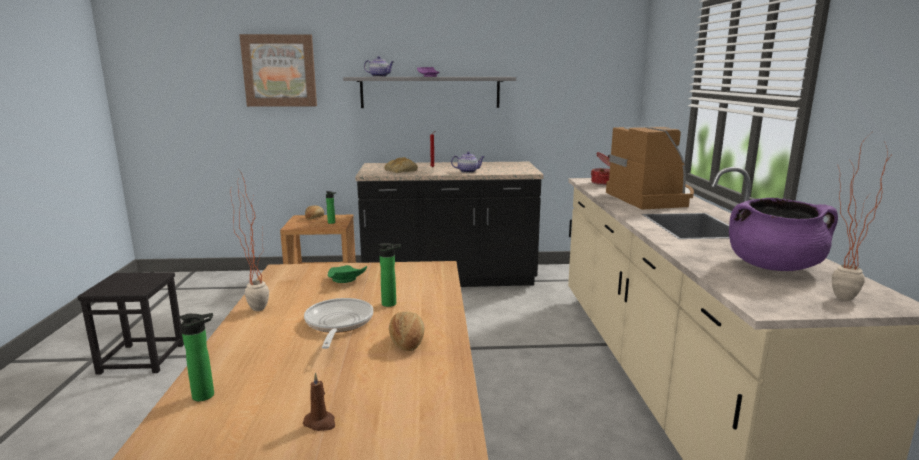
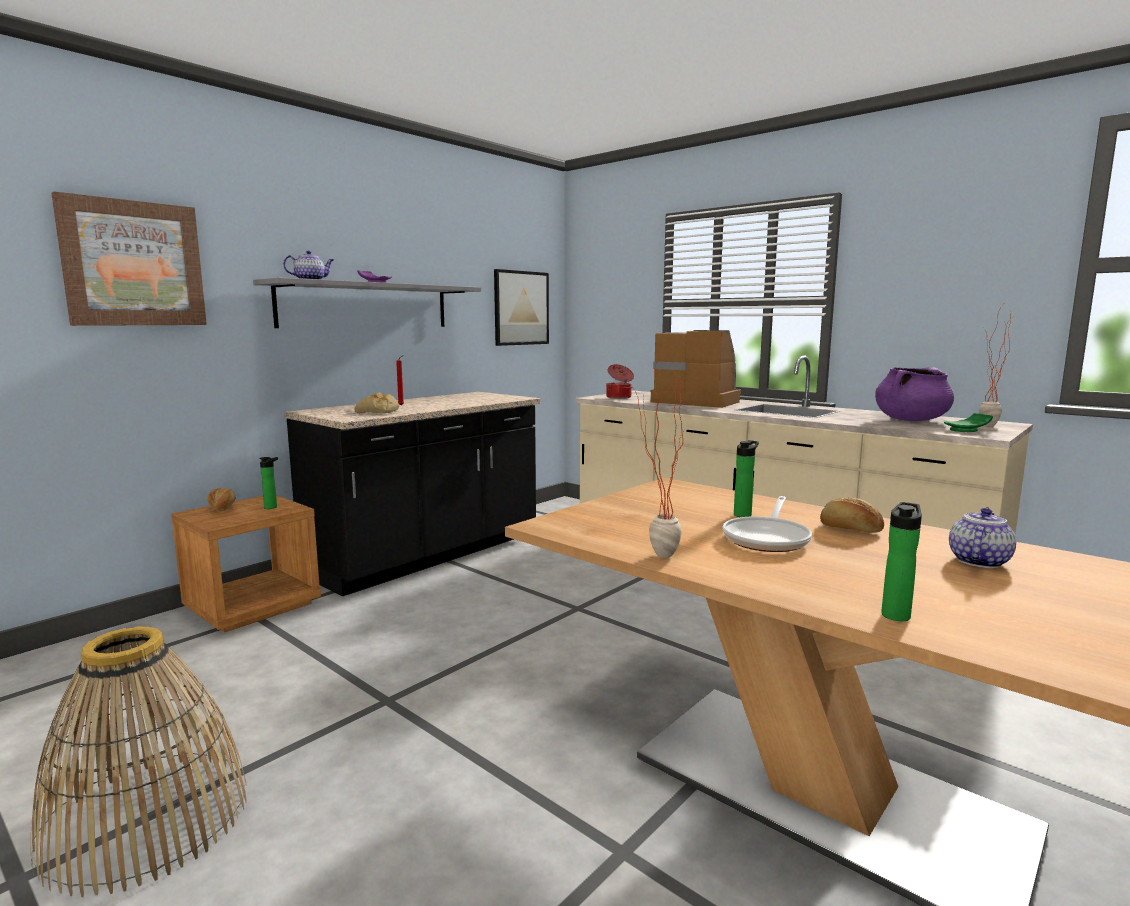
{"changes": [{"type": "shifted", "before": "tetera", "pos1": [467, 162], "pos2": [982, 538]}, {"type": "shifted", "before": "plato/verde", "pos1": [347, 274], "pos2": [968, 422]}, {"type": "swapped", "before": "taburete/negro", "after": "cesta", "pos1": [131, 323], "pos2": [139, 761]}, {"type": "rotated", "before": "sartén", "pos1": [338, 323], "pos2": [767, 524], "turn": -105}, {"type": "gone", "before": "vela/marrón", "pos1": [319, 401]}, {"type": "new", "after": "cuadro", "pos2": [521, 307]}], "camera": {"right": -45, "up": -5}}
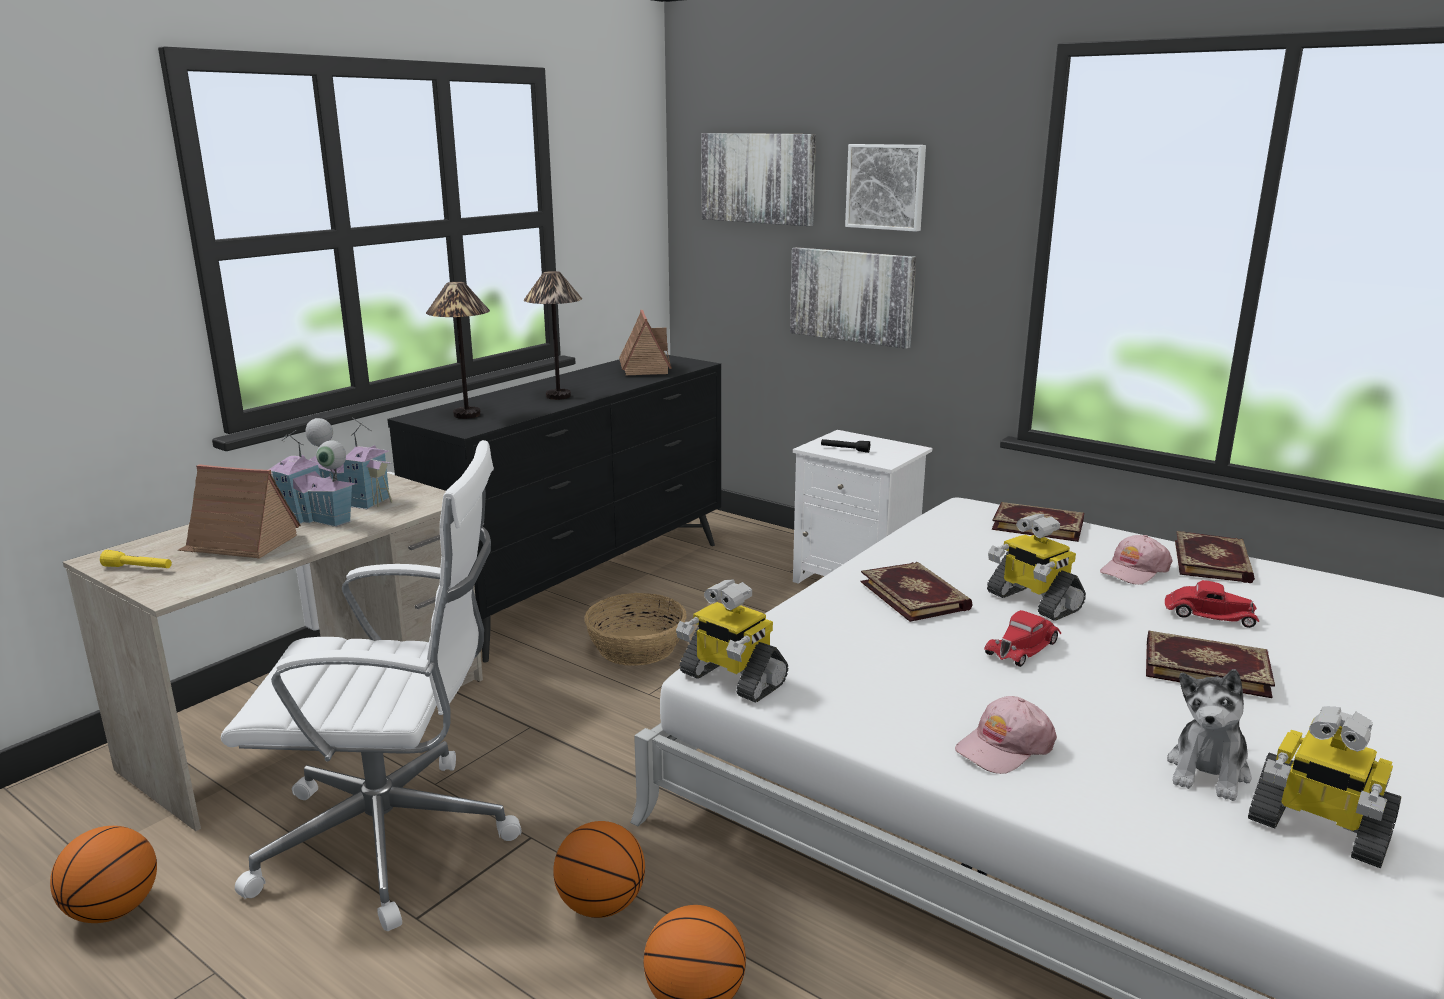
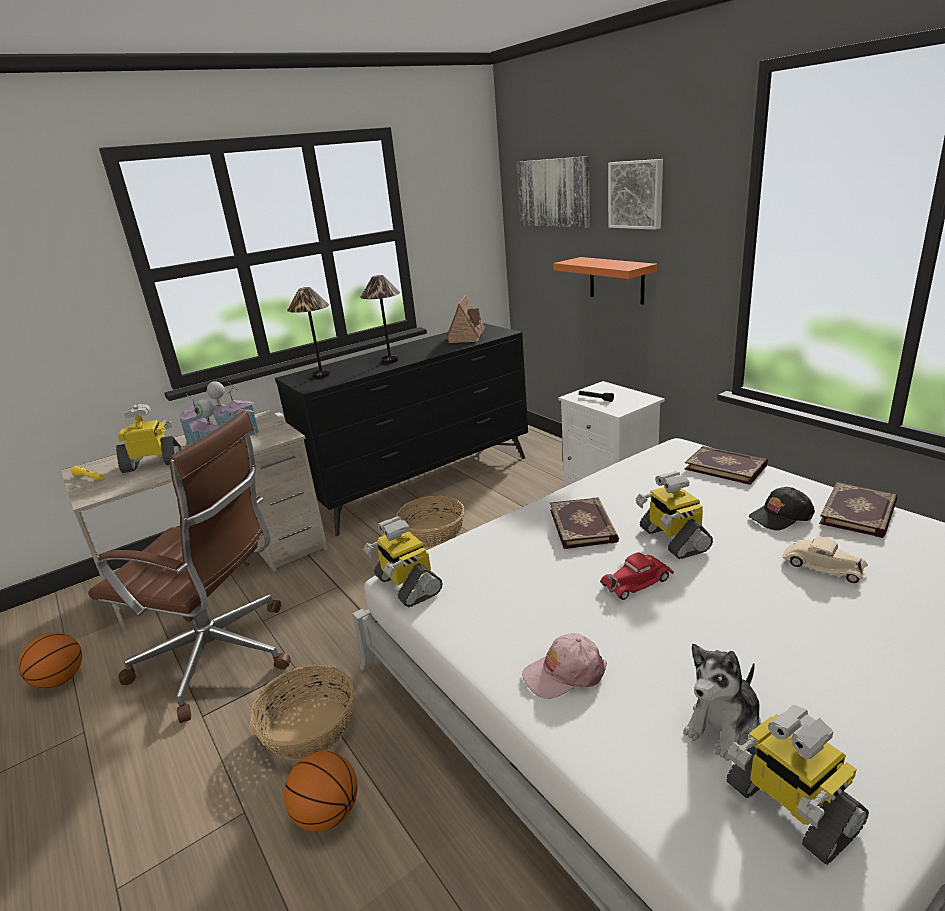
{"changes": [{"type": "swapped", "before": "cuadro", "after": "estante/naranja", "pos1": [853, 298], "pos2": [605, 280]}, {"type": "repainted", "before": "silla de oficina/blanco", "after": "silla de oficina/marrón", "pos1": [371, 685], "pos2": [189, 567]}, {"type": "swapped", "before": "casita", "after": "robot de juguete", "pos1": [239, 511], "pos2": [148, 438]}, {"type": "repainted", "before": "gorra/rosa", "after": "gorra/negro", "pos1": [1136, 560], "pos2": [782, 508]}, {"type": "repainted", "before": "coche de juguete/rojo", "after": "coche de juguete/beis", "pos1": [1212, 604], "pos2": [825, 559]}, {"type": "gone", "before": "libro", "pos1": [1210, 664]}, {"type": "swapped", "before": "balón de baloncesto", "after": "cesta", "pos1": [599, 869], "pos2": [301, 712]}], "camera": {"right": 20, "up": 5}}
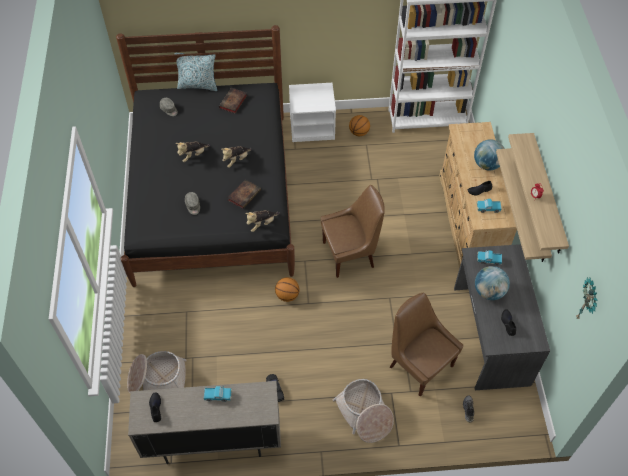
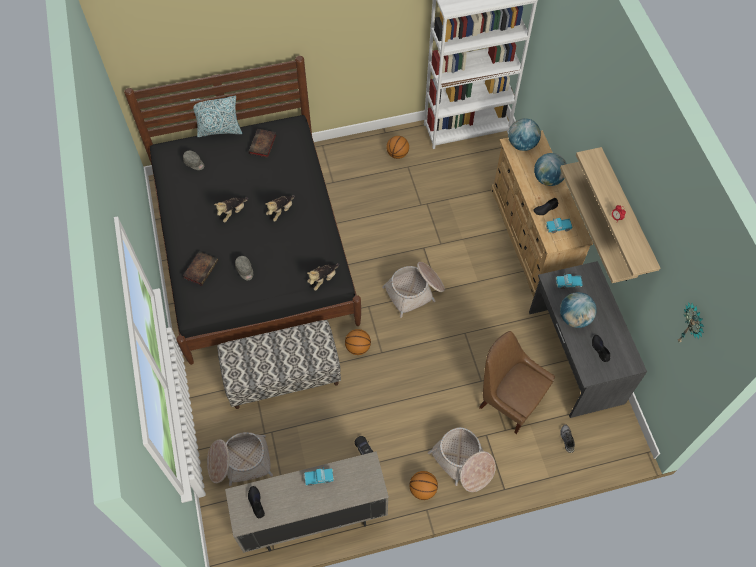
{"changes": [{"type": "gone", "before": "mesita de noche/blanco", "pos1": [312, 112]}, {"type": "shifted", "before": "libro", "pos1": [244, 194], "pos2": [200, 268]}, {"type": "swapped", "before": "silla/marrón", "after": "cesta", "pos1": [353, 231], "pos2": [413, 290]}, {"type": "new", "after": "globo terráqueo", "pos2": [524, 134]}, {"type": "new", "after": "banco", "pos2": [279, 364]}, {"type": "new", "after": "balón de baloncesto", "pos2": [423, 485]}], "camera": {"right": -10, "up": 5}}
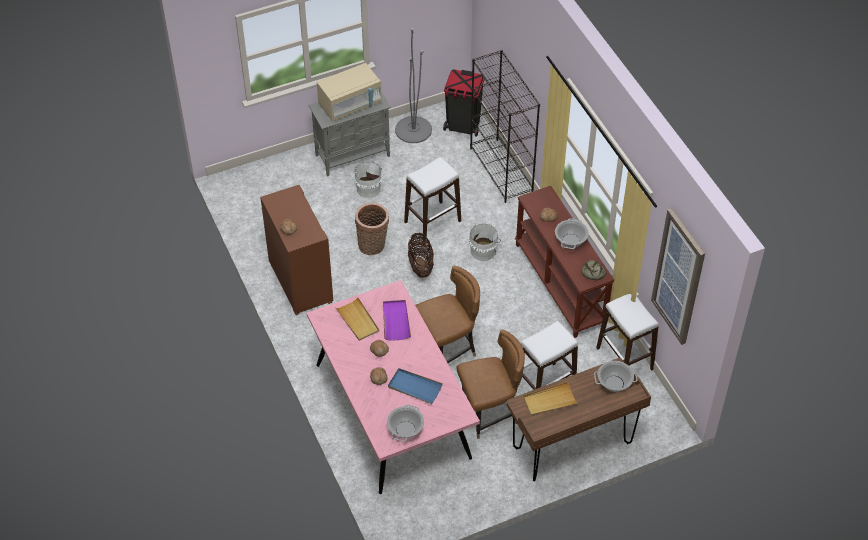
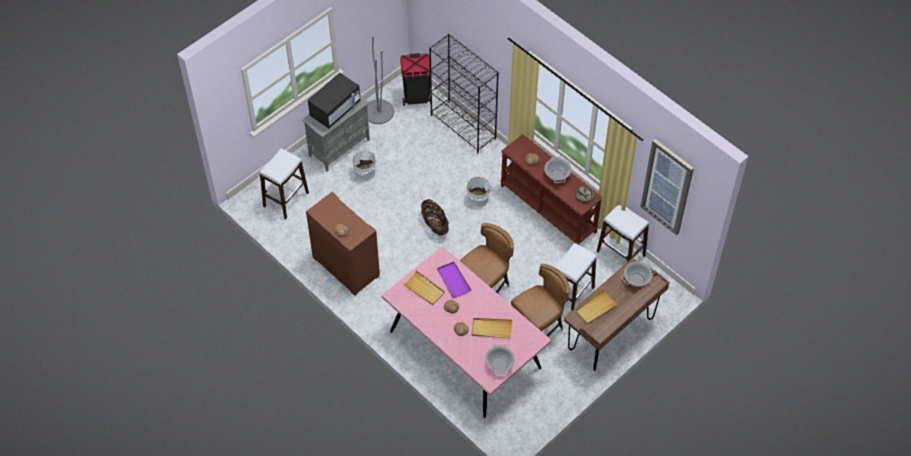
{"changes": [{"type": "repainted", "before": "microondas/beis", "after": "microondas/negro", "pos1": [349, 92], "pos2": [334, 101]}, {"type": "shifted", "before": "taburete/blanco", "pos1": [432, 198], "pos2": [284, 183]}, {"type": "gone", "before": "cesta", "pos1": [372, 229]}, {"type": "repainted", "before": "bandeja/azul", "after": "bandeja/beis", "pos1": [415, 386], "pos2": [492, 328]}], "camera": {"right": -20, "up": 5}}
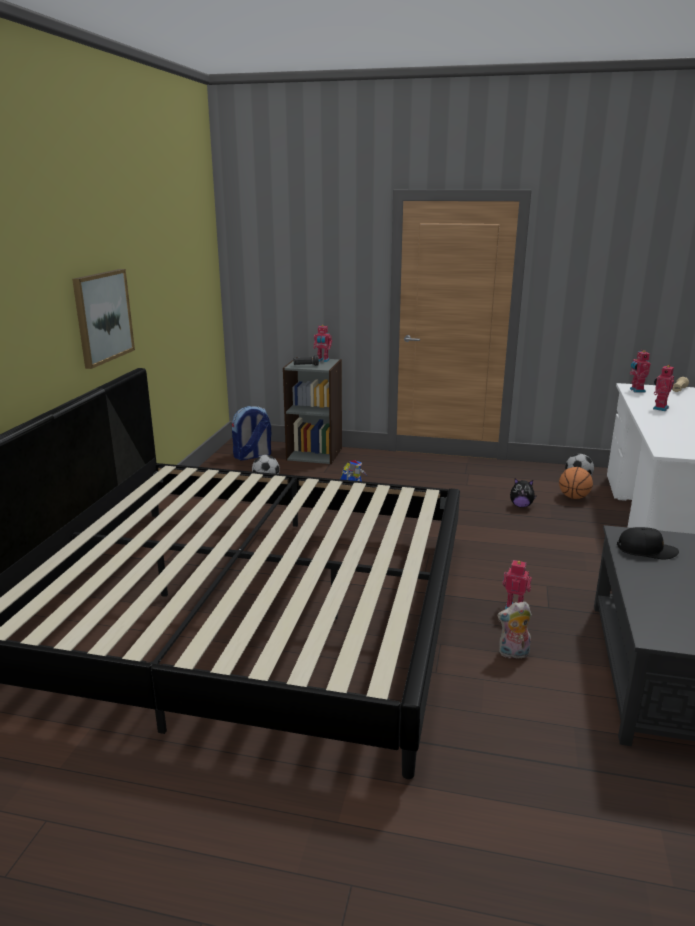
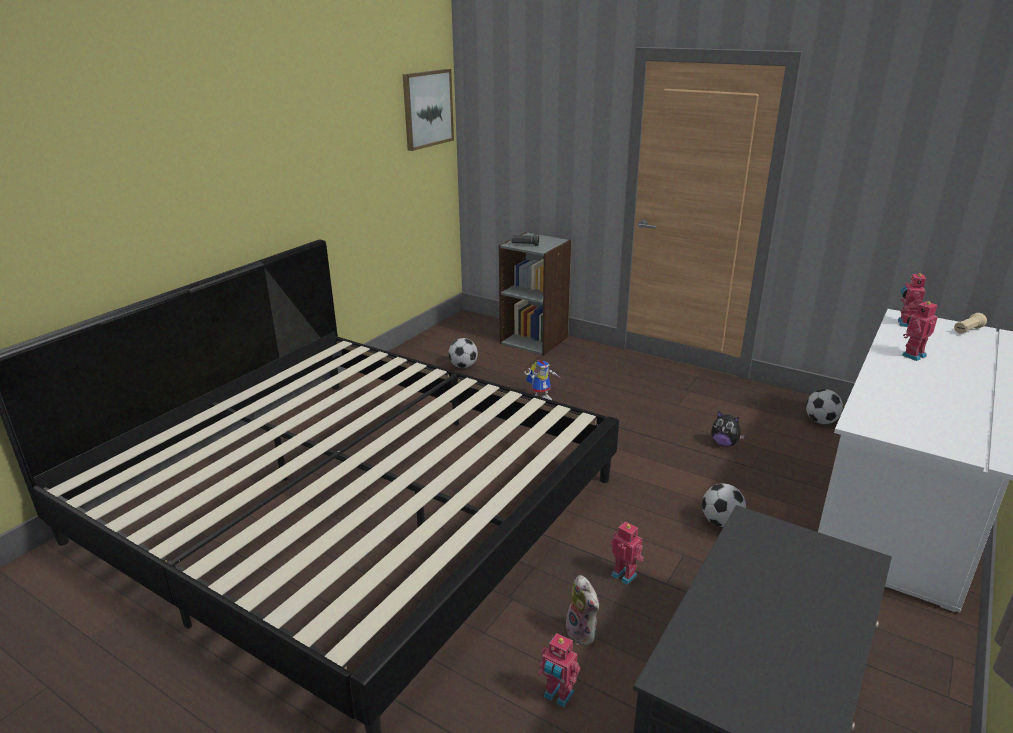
{"changes": [{"type": "shifted", "before": "cuadro", "pos1": [103, 319], "pos2": [428, 110]}, {"type": "shifted", "before": "robot de juguete", "pos1": [323, 343], "pos2": [559, 670]}, {"type": "gone", "before": "mochila", "pos1": [251, 433]}, {"type": "gone", "before": "balón de baloncesto", "pos1": [576, 483]}, {"type": "gone", "before": "gorra/negro", "pos1": [648, 543]}, {"type": "rotated", "before": "peluche", "pos1": [514, 629], "pos2": [582, 610], "turn": -135}, {"type": "new", "after": "balón de fútbol", "pos2": [724, 505]}], "camera": {"right": 20, "up": 5}}
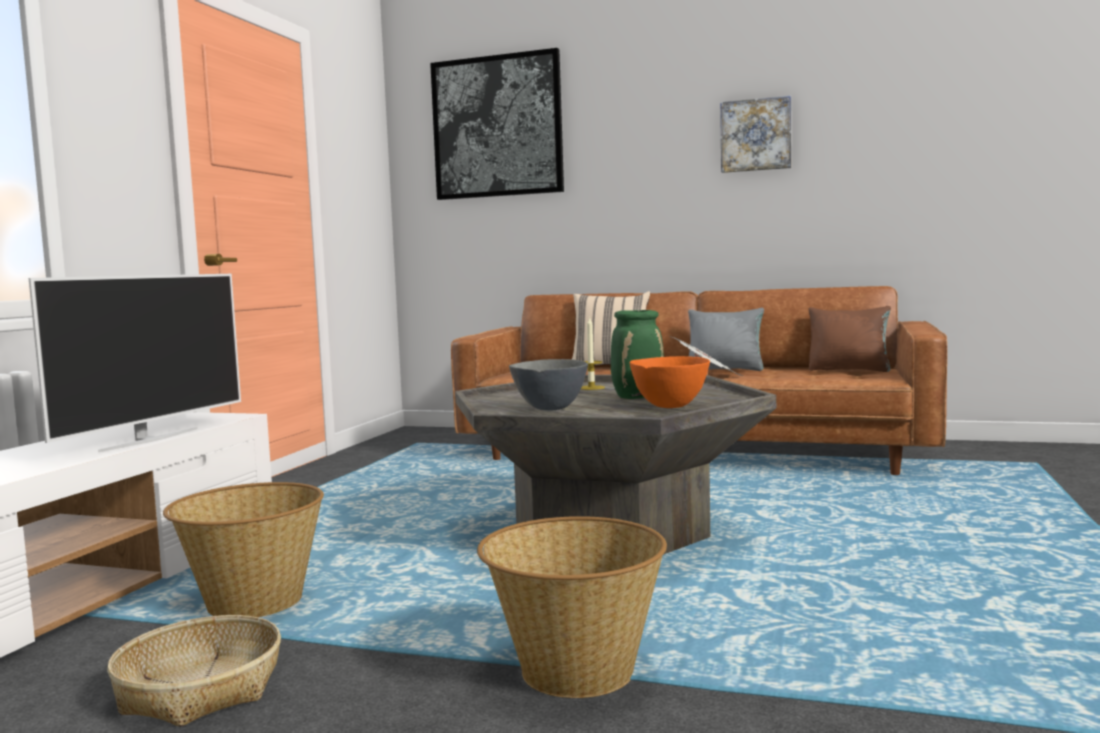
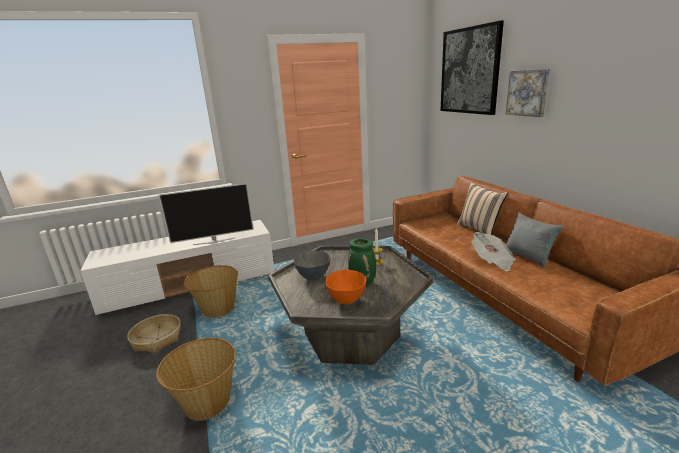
{"changes": [{"type": "shifted", "before": "cuadro", "pos1": [755, 134], "pos2": [528, 93]}, {"type": "gone", "before": "cojín/marrón", "pos1": [850, 339]}], "camera": {"right": 50, "up": 15}}
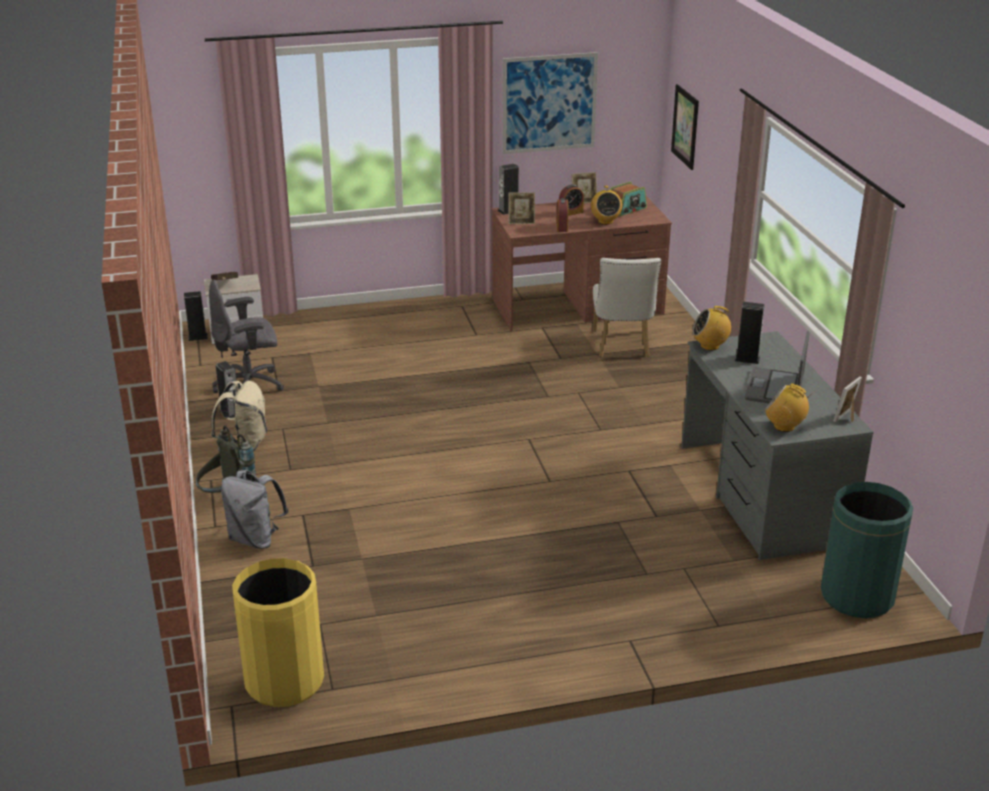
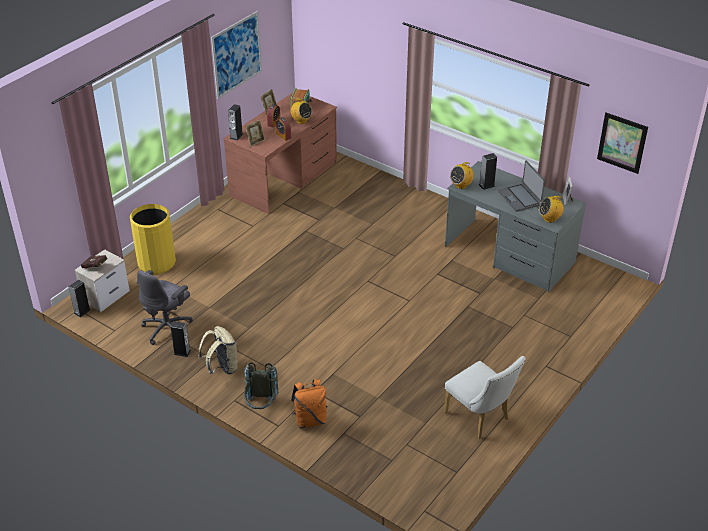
{"changes": [{"type": "shifted", "before": "cuadro", "pos1": [685, 127], "pos2": [622, 143]}, {"type": "shifted", "before": "silla/blanco", "pos1": [627, 307], "pos2": [484, 397]}, {"type": "repainted", "before": "mochila/gris", "after": "mochila/naranja", "pos1": [255, 509], "pos2": [309, 403]}, {"type": "gone", "before": "papelera/verde", "pos1": [867, 550]}, {"type": "shifted", "before": "papelera/amarillo", "pos1": [278, 632], "pos2": [153, 239]}], "camera": {"right": -40, "up": 10}}
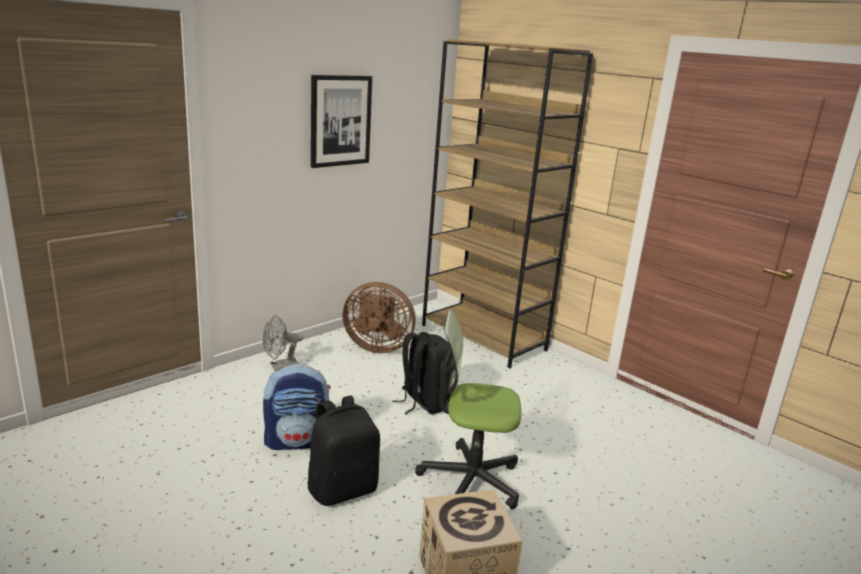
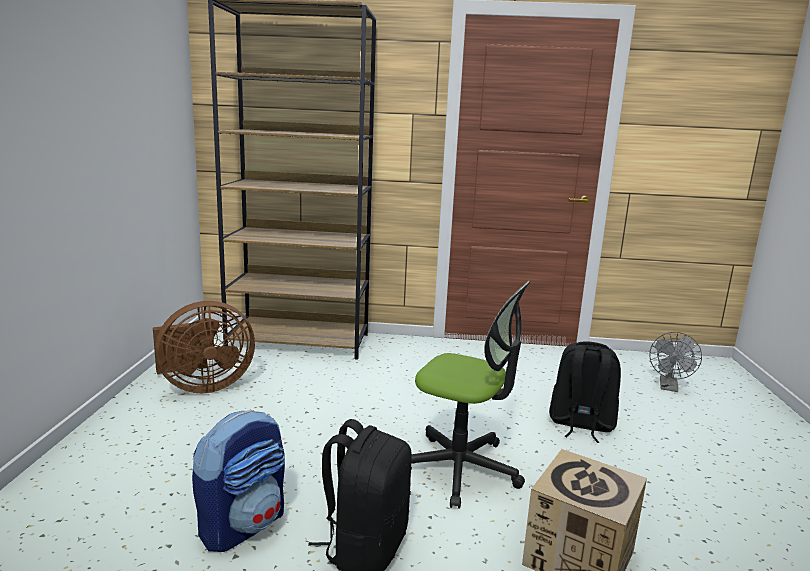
{"changes": [{"type": "gone", "before": "cuadro", "pos1": [341, 121]}, {"type": "rotated", "before": "silla de oficina", "pos1": [468, 409], "pos2": [471, 395], "turn": -120}, {"type": "shifted", "before": "ventilador/gris", "pos1": [283, 343], "pos2": [675, 362]}, {"type": "shifted", "before": "mochila/negro", "pos1": [422, 373], "pos2": [585, 392]}], "camera": {"right": -40, "up": -5}}
